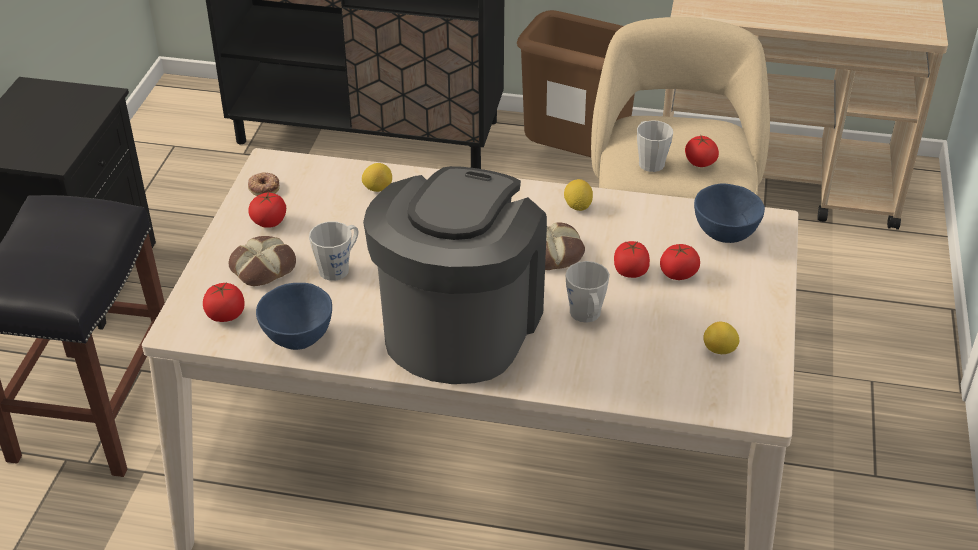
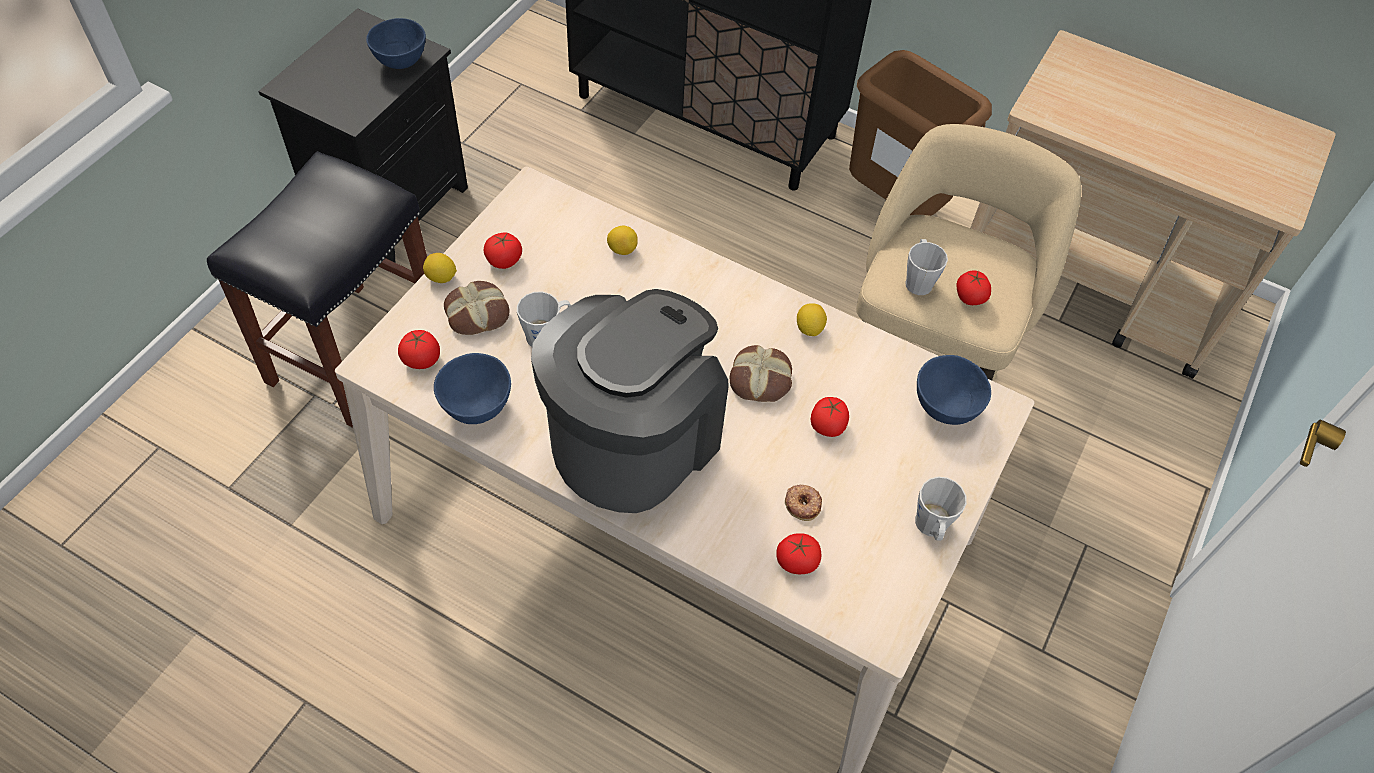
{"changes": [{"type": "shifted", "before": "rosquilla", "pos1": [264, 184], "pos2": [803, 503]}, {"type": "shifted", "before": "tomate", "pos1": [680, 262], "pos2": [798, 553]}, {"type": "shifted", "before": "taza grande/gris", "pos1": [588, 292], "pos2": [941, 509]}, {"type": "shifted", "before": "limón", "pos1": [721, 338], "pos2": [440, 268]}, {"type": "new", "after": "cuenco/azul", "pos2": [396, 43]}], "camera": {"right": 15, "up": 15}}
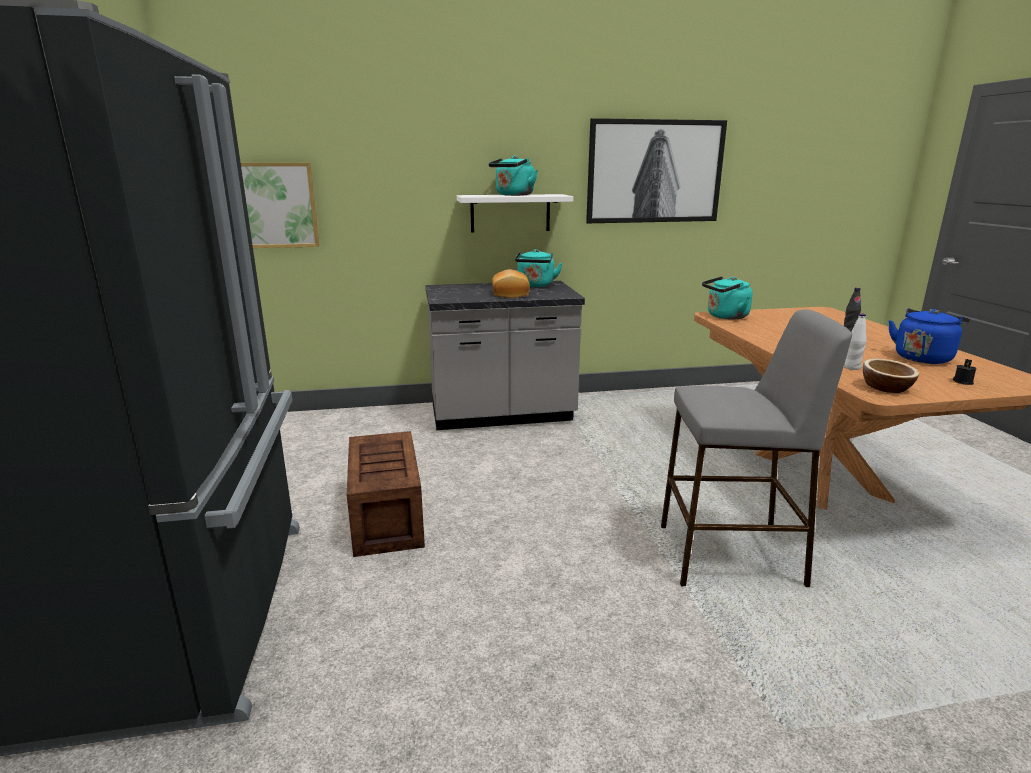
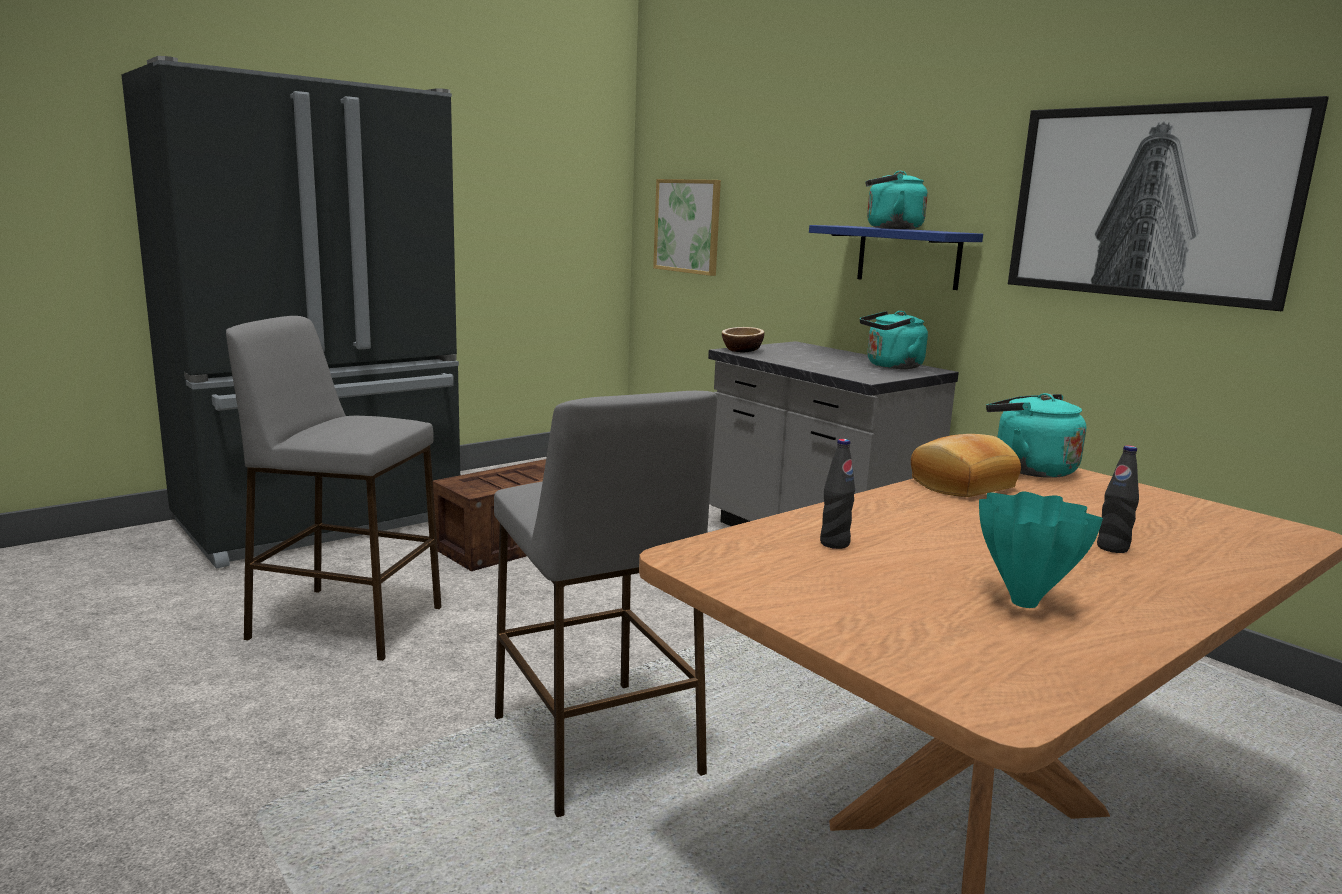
{"changes": [{"type": "repainted", "before": "estante/blanco", "after": "estante/azul", "pos1": [515, 213], "pos2": [896, 257]}, {"type": "shifted", "before": "pan", "pos1": [511, 283], "pos2": [966, 465]}, {"type": "swapped", "before": "hervidor/azul", "after": "florero/turquesa", "pos1": [929, 336], "pos2": [1041, 550]}, {"type": "repainted", "before": "botella/blanco", "after": "botella/negro", "pos1": [855, 341], "pos2": [837, 494]}, {"type": "shifted", "before": "cuenco", "pos1": [891, 376], "pos2": [743, 339]}, {"type": "gone", "before": "vela/negro", "pos1": [964, 372]}, {"type": "new", "after": "taburete/gris", "pos2": [333, 488]}], "camera": {"right": 60, "up": -5}}
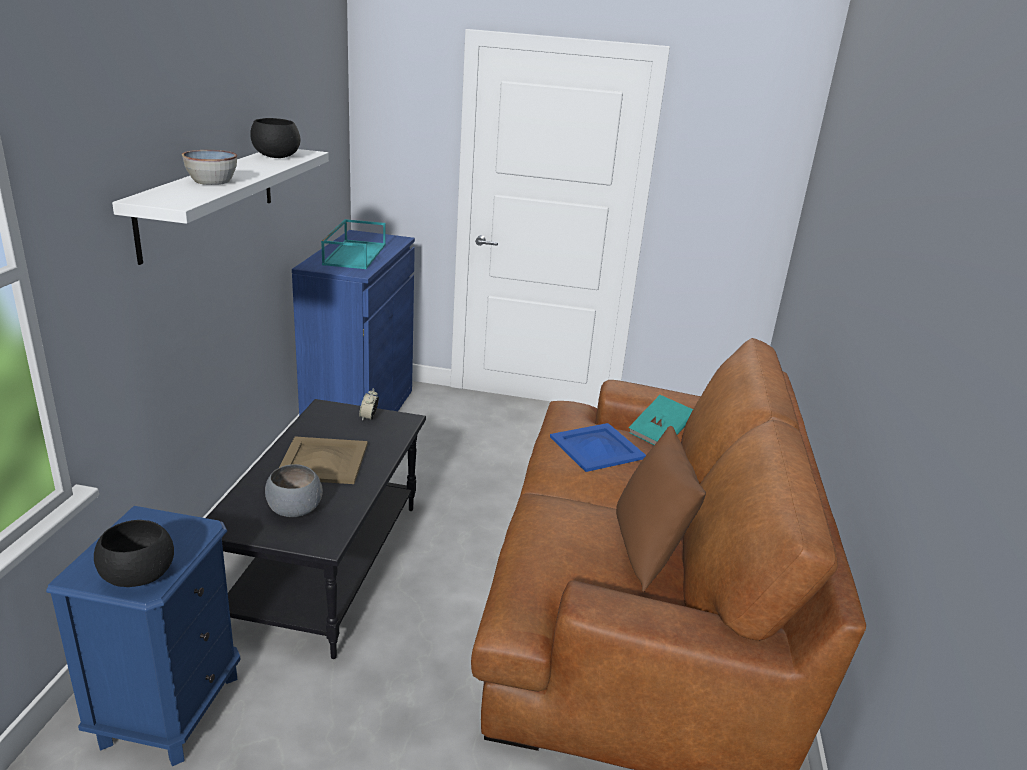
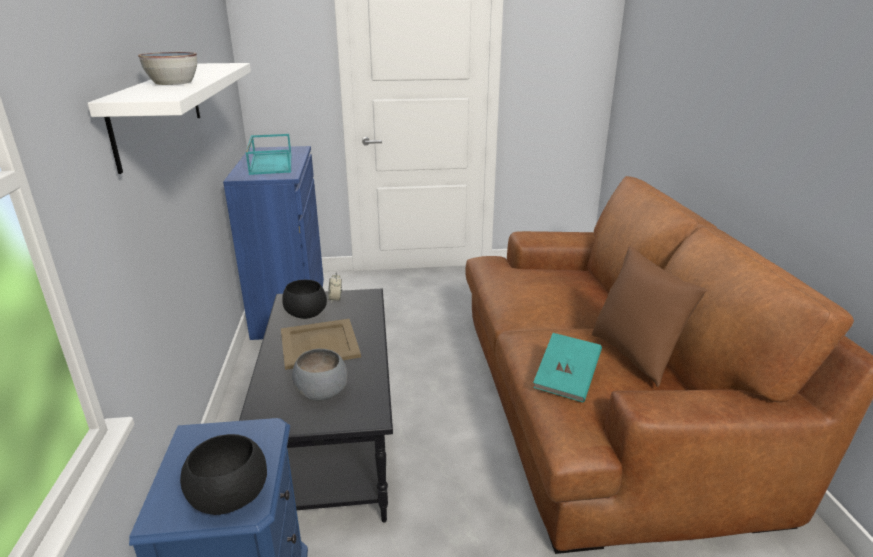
{"changes": [{"type": "shifted", "before": "cuenco/negro", "pos1": [275, 138], "pos2": [304, 299]}, {"type": "shifted", "before": "libro/turquesa", "pos1": [661, 420], "pos2": [567, 367]}, {"type": "gone", "before": "bandeja/azul", "pos1": [598, 447]}], "camera": {"right": -15, "up": 0}}
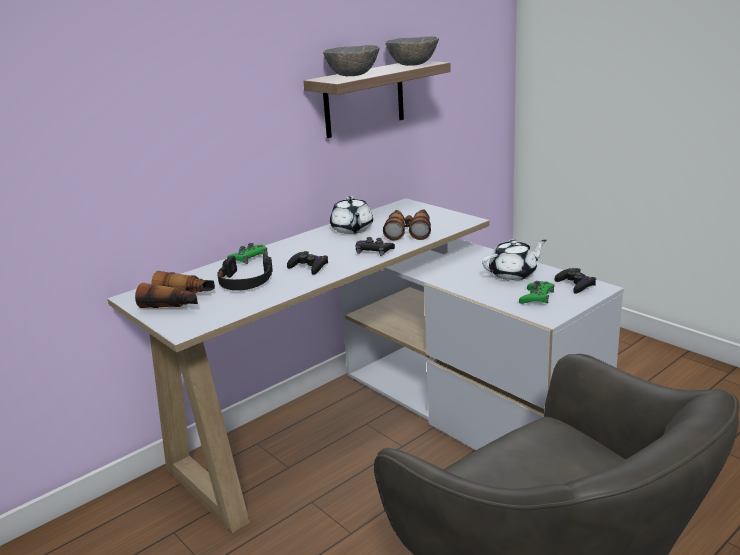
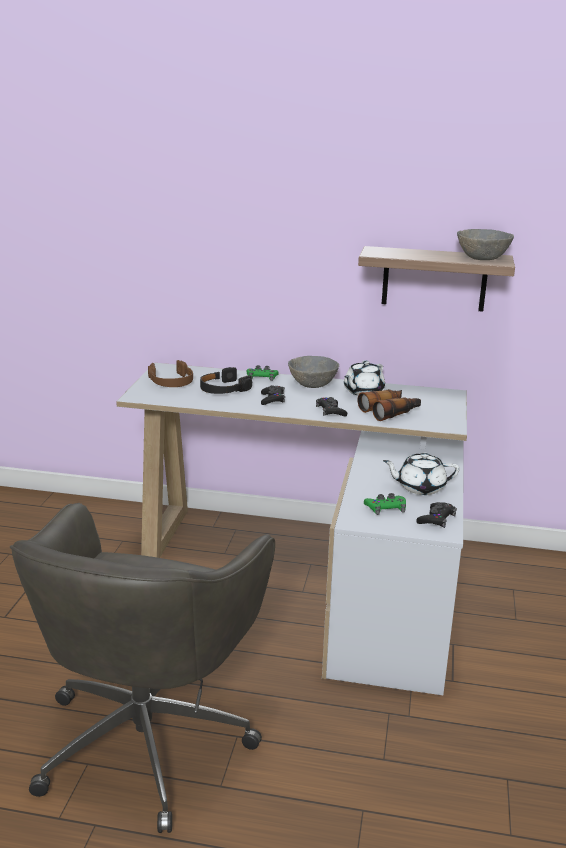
{"changes": [{"type": "shifted", "before": "cuenco/gris", "pos1": [351, 60], "pos2": [313, 372]}, {"type": "rotated", "before": "tetera/blanco", "pos1": [514, 260], "pos2": [421, 474], "turn": 150}, {"type": "swapped", "before": "prismáticos", "after": "auriculares/marrón", "pos1": [175, 289], "pos2": [170, 373]}], "camera": {"right": 50, "up": 0}}
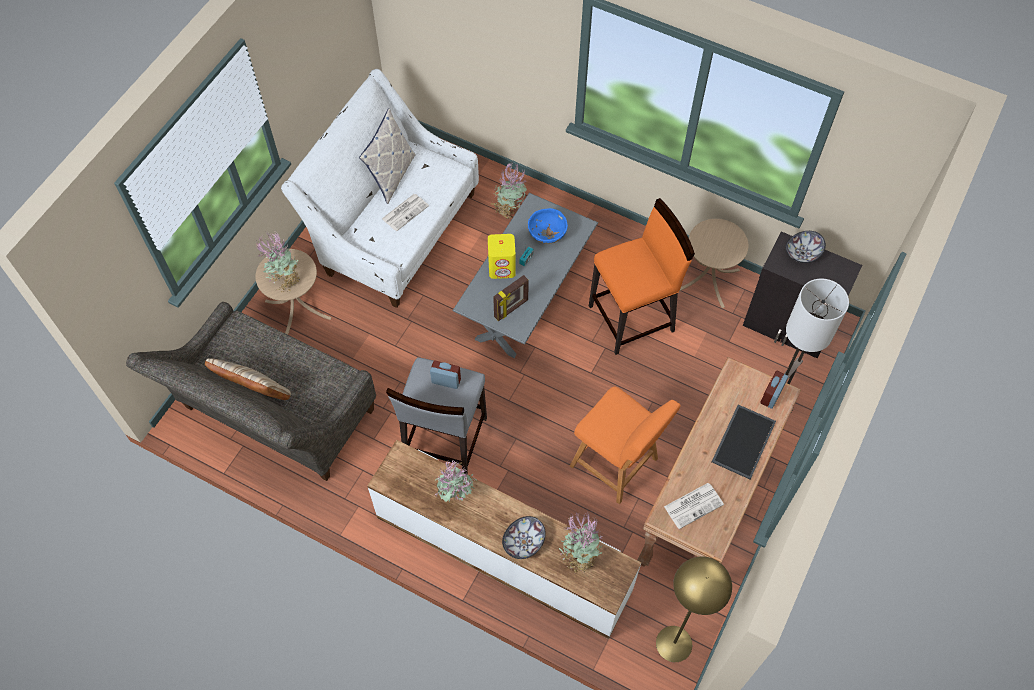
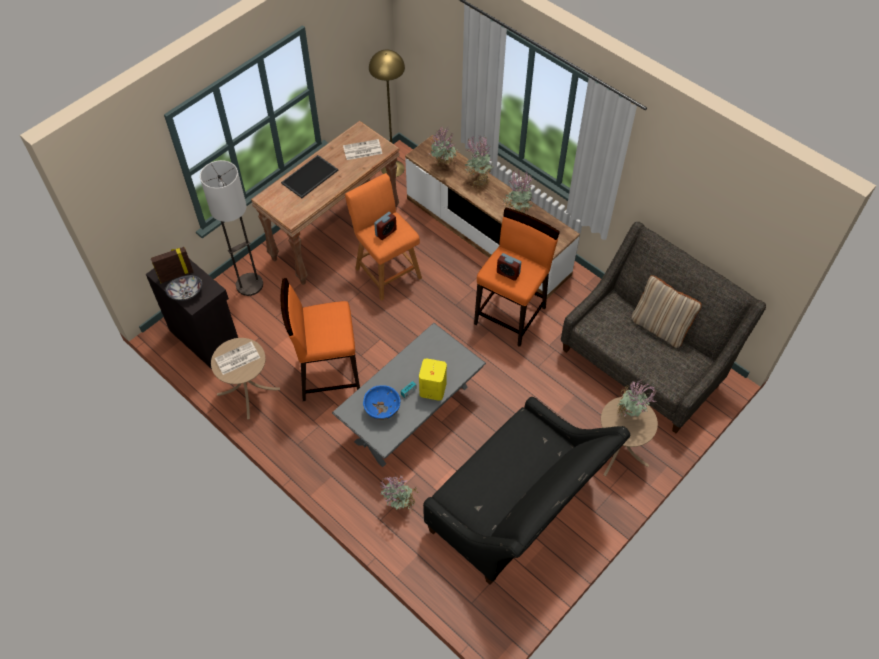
{"changes": [{"type": "repainted", "before": "sofá/blanco", "after": "sofá/negro", "pos1": [380, 188], "pos2": [527, 491]}, {"type": "gone", "before": "cojín", "pos1": [387, 156]}, {"type": "shifted", "before": "periódico", "pos1": [405, 212], "pos2": [237, 358]}, {"type": "shifted", "before": "portarretratos", "pos1": [511, 298], "pos2": [172, 265]}, {"type": "repainted", "before": "taburete/gris", "after": "taburete/naranja", "pos1": [436, 416], "pos2": [517, 277]}, {"type": "shifted", "before": "despertador", "pos1": [774, 389], "pos2": [385, 226]}, {"type": "swapped", "before": "cuenco", "after": "planta en maceta", "pos1": [524, 537], "pos2": [479, 162]}], "camera": {"right": -165, "up": -5}}
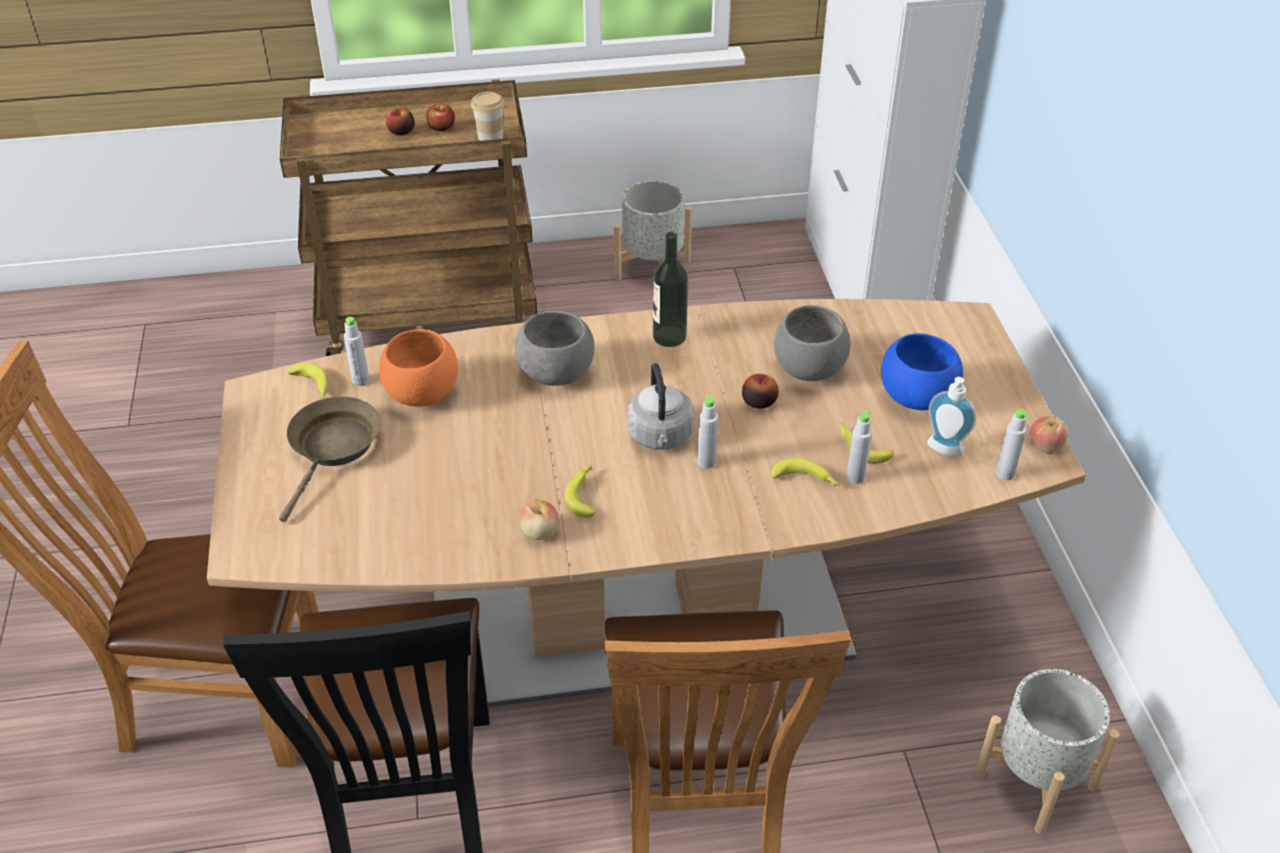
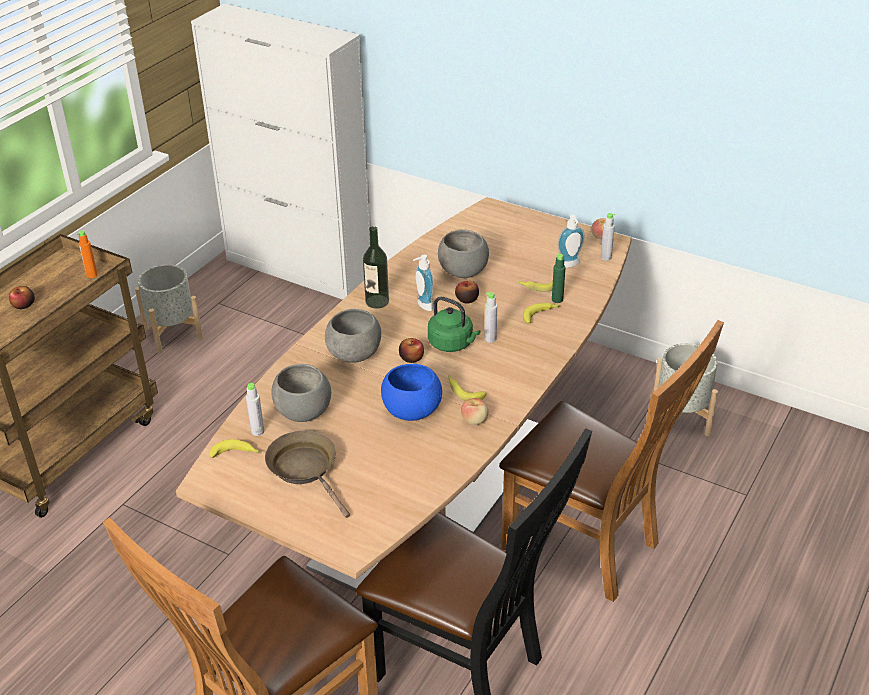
{"changes": [{"type": "swapped", "before": "taza", "after": "botella/naranja", "pos1": [488, 116], "pos2": [87, 254]}, {"type": "shifted", "before": "manzana", "pos1": [440, 117], "pos2": [411, 350]}, {"type": "repainted", "before": "cuenco/naranja", "after": "cuenco/gris", "pos1": [418, 368], "pos2": [301, 393]}, {"type": "shifted", "before": "cuenco/azul", "pos1": [922, 371], "pos2": [411, 392]}, {"type": "repainted", "before": "hervidor/gris", "after": "hervidor/verde", "pos1": [661, 406], "pos2": [454, 324]}, {"type": "repainted", "before": "botella/gris", "after": "botella/verde", "pos1": [859, 447], "pos2": [559, 278]}, {"type": "new", "after": "dispensador de jabón", "pos2": [423, 283]}], "camera": {"right": -50, "up": -5}}
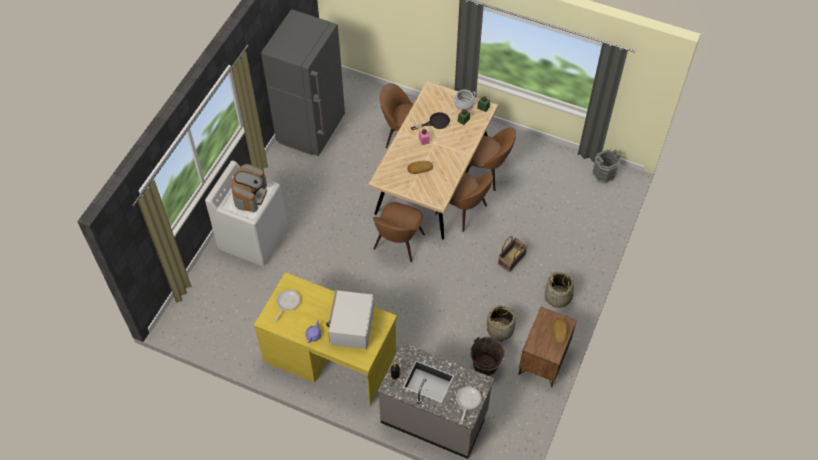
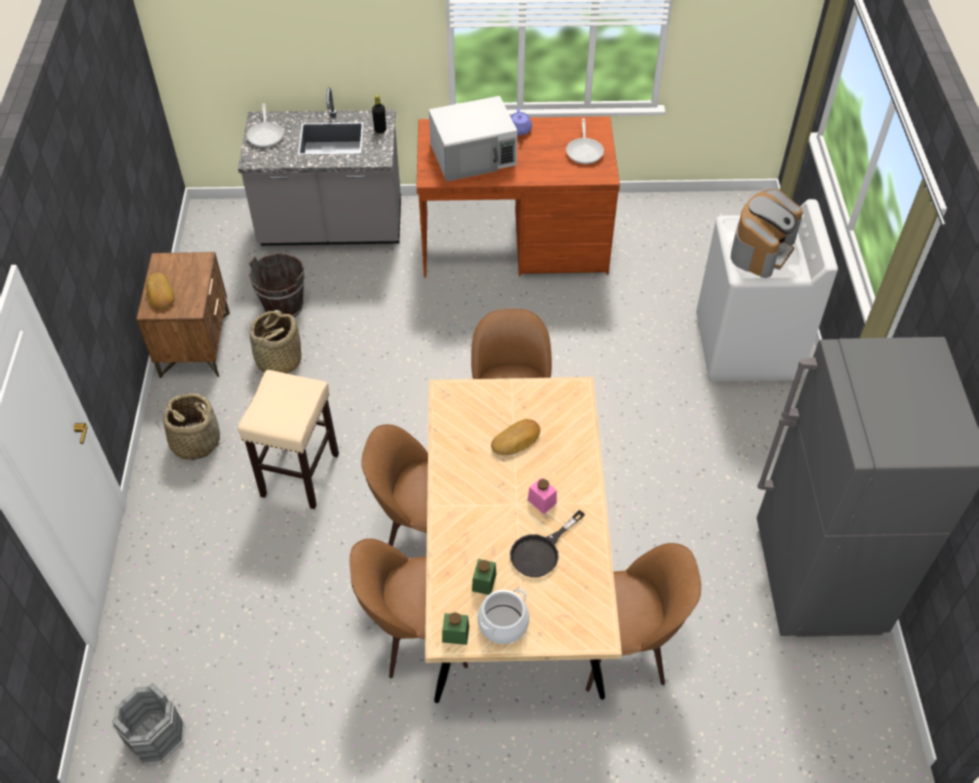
{"changes": [{"type": "rotated", "before": "cafetera", "pos1": [249, 188], "pos2": [767, 233], "turn": -135}, {"type": "swapped", "before": "cesta", "after": "taburete/beis", "pos1": [513, 254], "pos2": [288, 439]}, {"type": "repainted", "before": "escritorio/amarillo", "after": "escritorio/marrón", "pos1": [325, 339], "pos2": [518, 197]}, {"type": "rotated", "before": "microondas/blanco", "pos1": [350, 319], "pos2": [473, 139], "turn": 90}], "camera": {"right": 155, "up": -5}}
